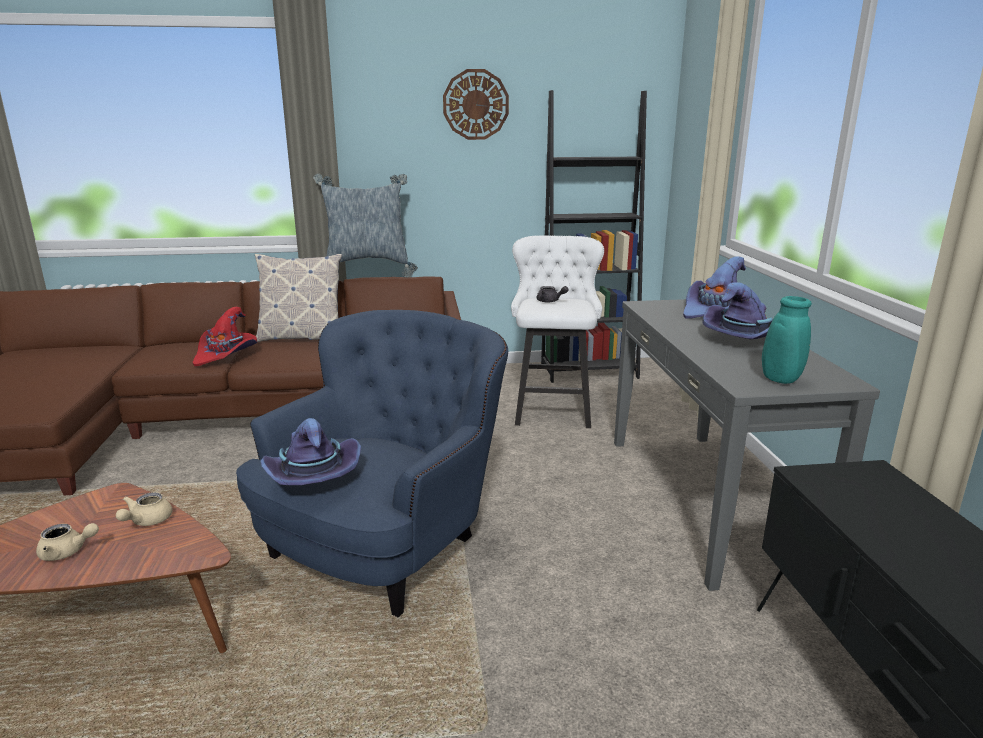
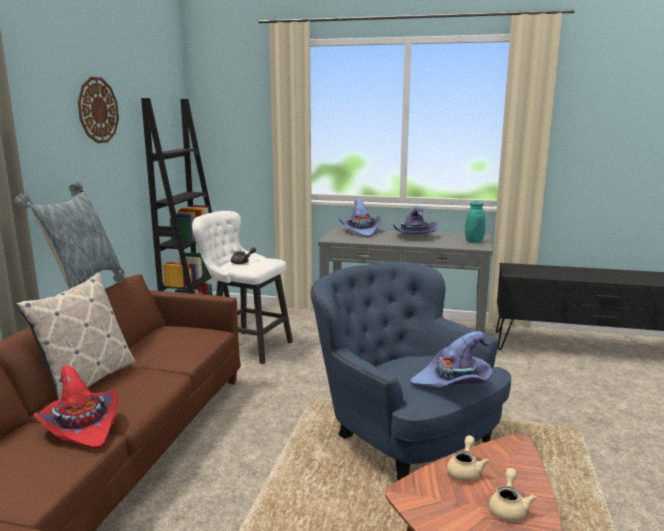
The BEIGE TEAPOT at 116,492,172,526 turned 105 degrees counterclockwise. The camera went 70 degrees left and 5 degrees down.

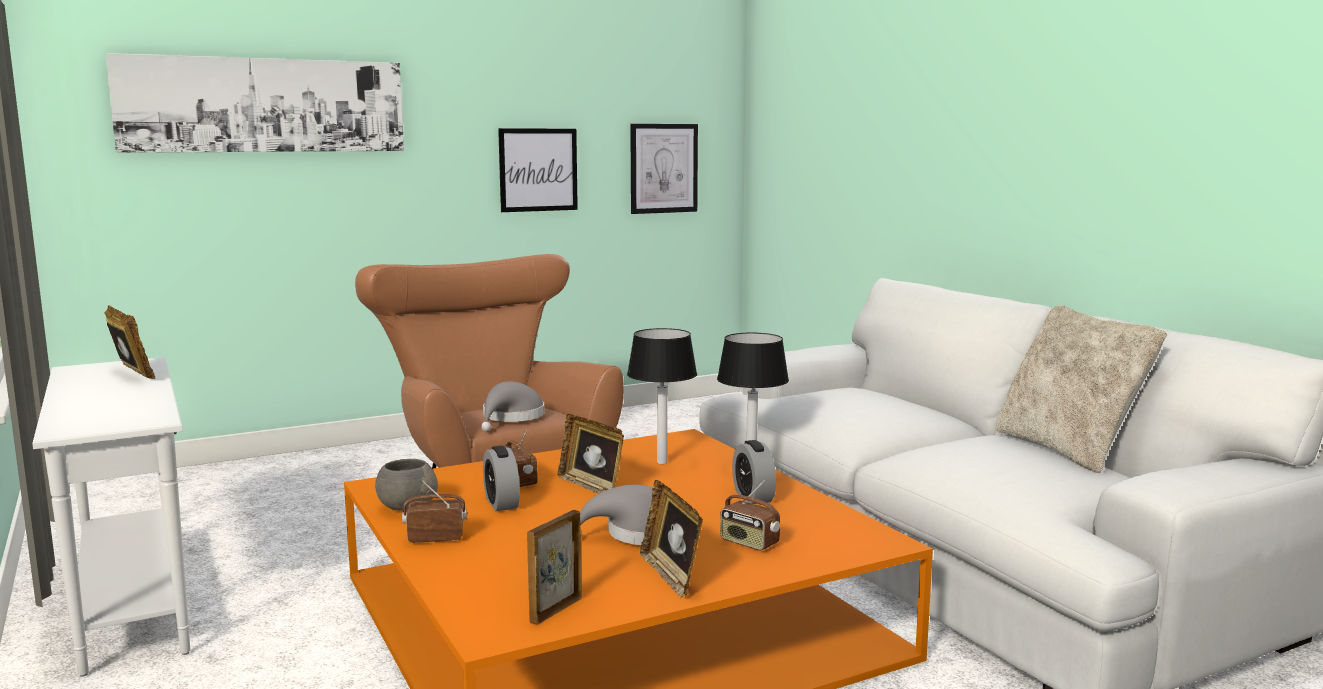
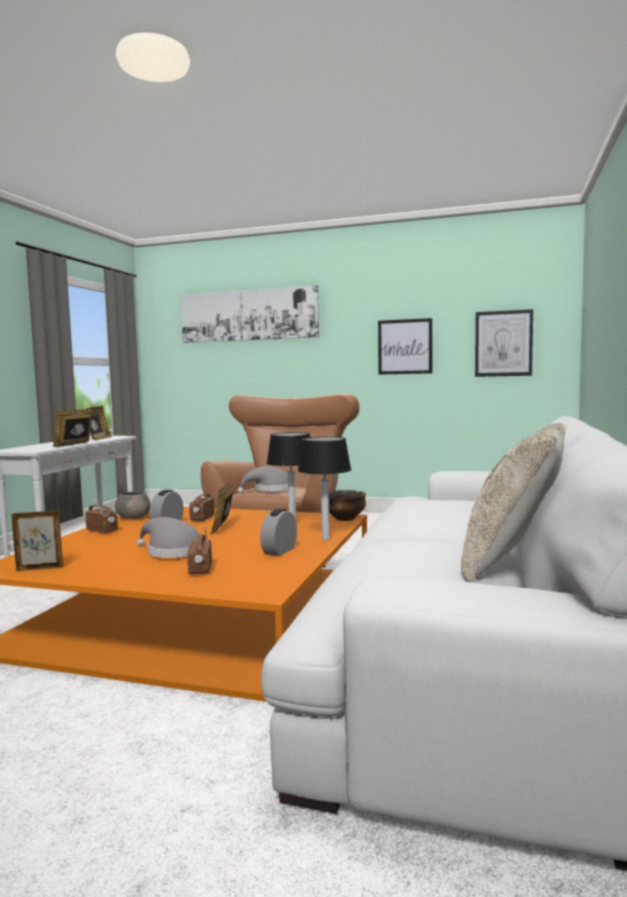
The PICTURE FRAME moved from 640,480,703,598 to 53,409,92,447. The BOWL at 329,490,366,521 appeared. The camera went 45 degrees right and 5 degrees down.

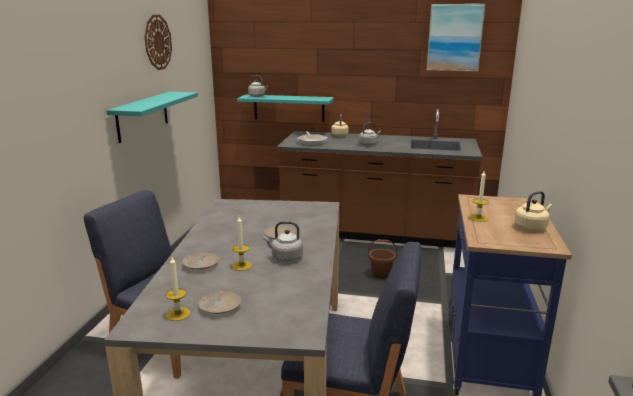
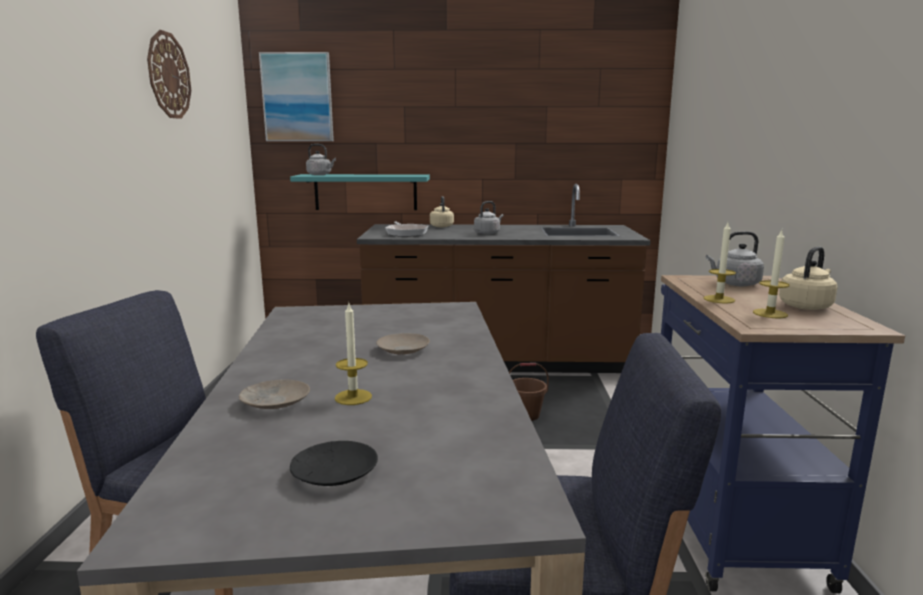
The PICTURE moved from 427,4,485,71 to 259,52,334,141. The TURQUOISE SHELF at 106,92,198,143 disappeared. The GREY KETTLE moved from 263,221,303,262 to 706,231,764,286. The CANDLE moved from 165,257,190,321 to 753,229,790,318. The BEIGE PLATE at 198,291,241,314 became the BLACK PLATE at 290,441,378,486. The camera went 10 degrees left and 5 degrees down.

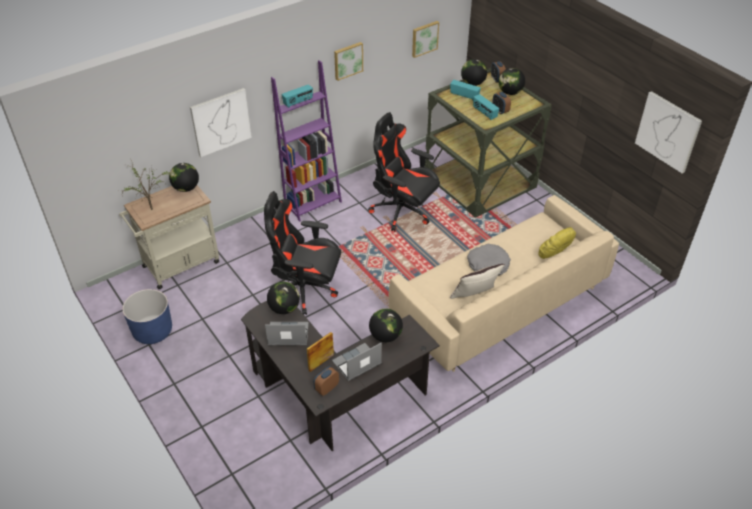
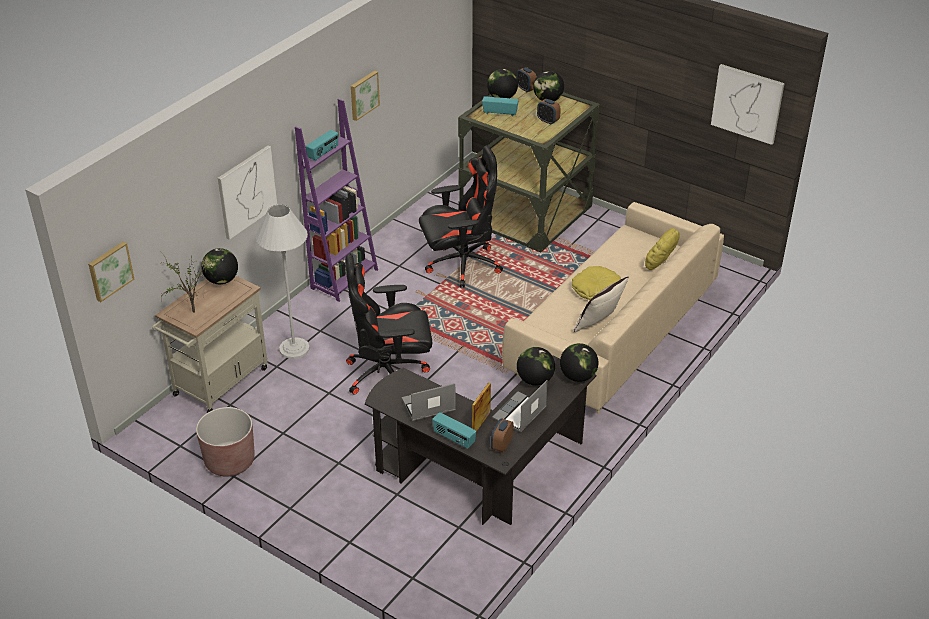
The PICTURE moved from 412,21,439,58 to 88,242,134,302. The RADIO moved from 473,94,499,120 to 432,412,476,449. The BLACK OFFICE CHAIR at 368,112,440,231 turned 150 degrees clockwise. The GREY PILLOW at 467,244,511,276 became the YELLOW PILLOW at 572,266,621,300. The GLOBE moved from 267,282,300,314 to 560,343,599,382. The BLUE PLANTER at 122,289,172,344 became the BROWN PLANTER at 196,407,255,476. The WHITE FLOOR LAMP at 256,204,310,359 appeared. The camera went 20 degrees left and 5 degrees down.

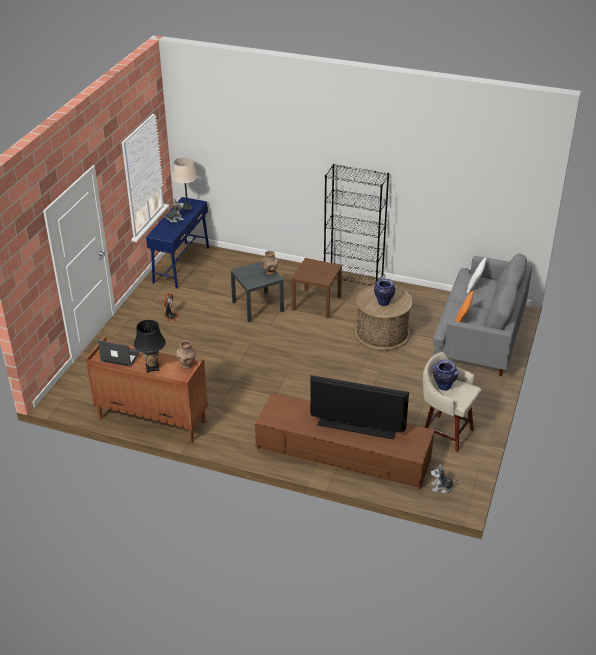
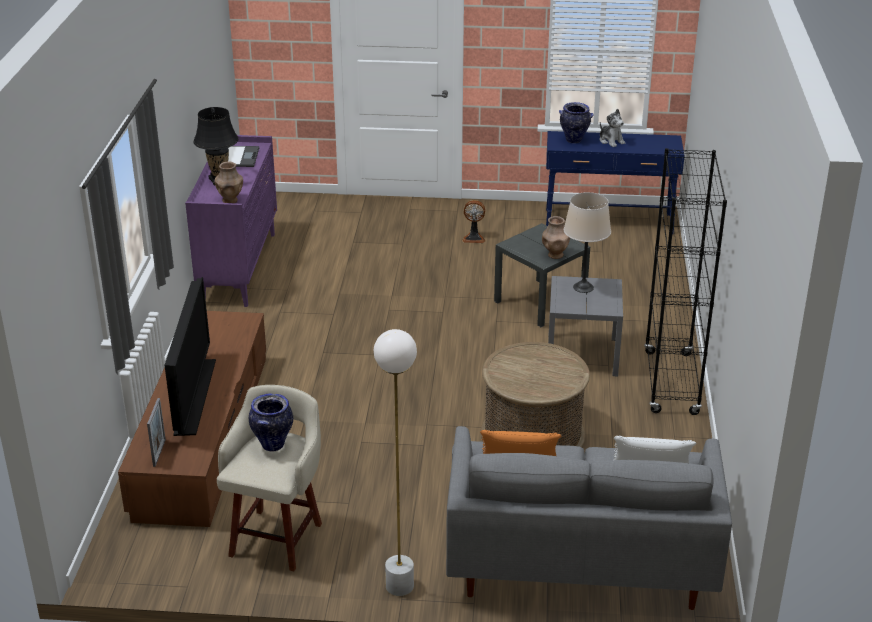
The BEIGE TABLE LAMP moved from 172,157,197,210 to 564,192,611,293. The BROWN SIDE TABLE at 292,258,342,318 became the GREY SIDE TABLE at 548,276,623,377. The VASE moved from 374,278,395,306 to 559,102,594,143. The BROWN CABINET at 85,336,208,443 became the PURPLE CABINET at 185,135,277,307. The PLUSH TOY at 431,464,458,494 disappeared. The WHITE FLOOR LAMP at 374,329,417,596 appeared. The PICTURE FRAME at 147,398,166,467 appeared. The camera went 75 degrees right and 5 degrees down.

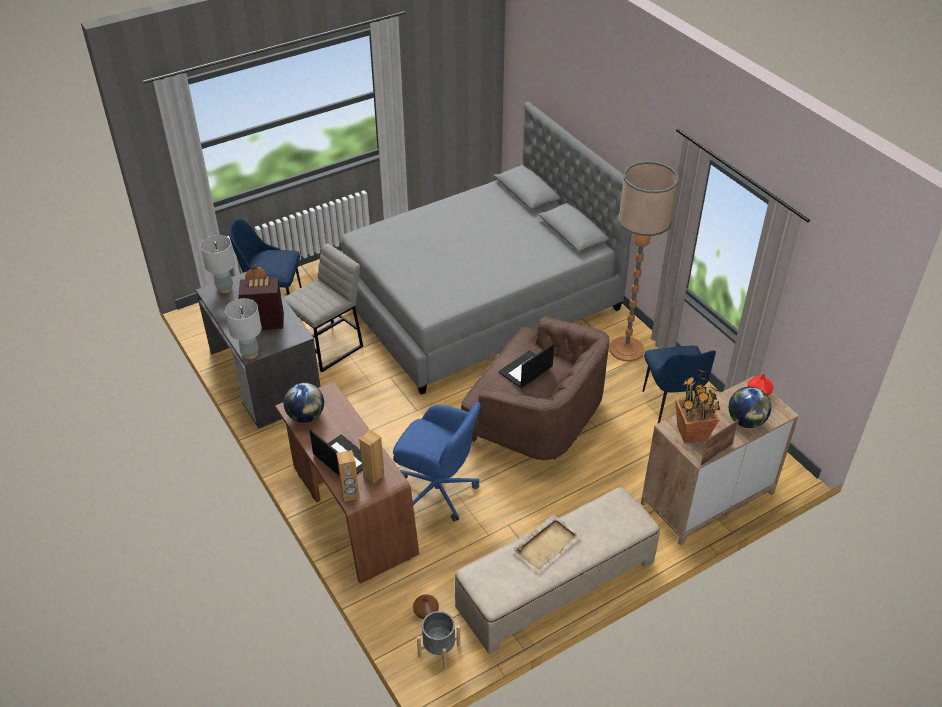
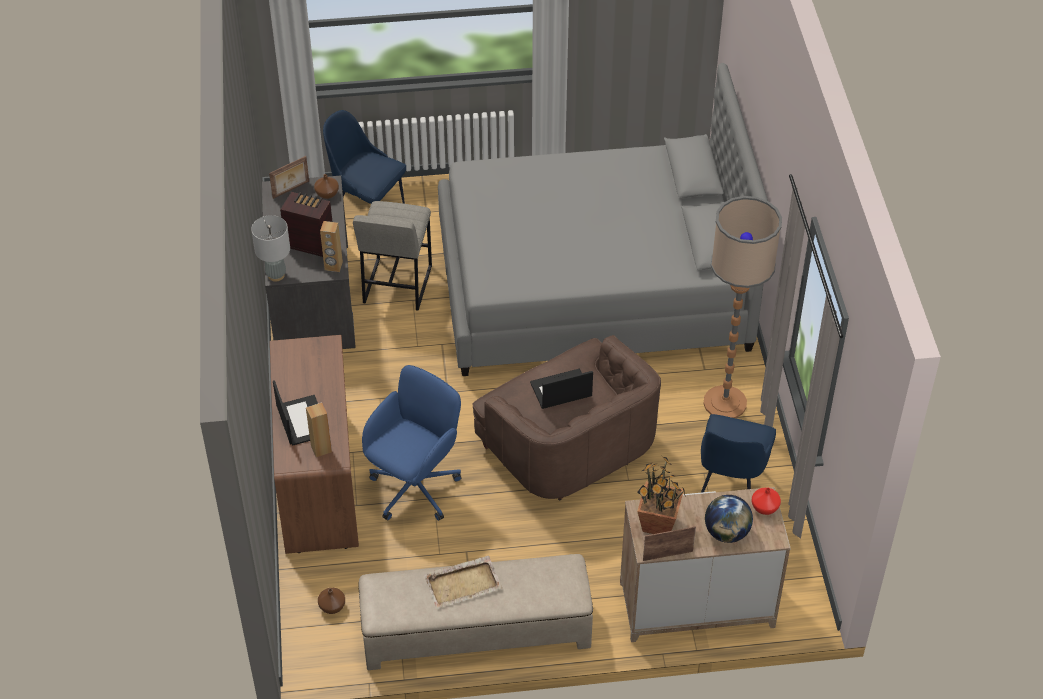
The GREY TABLE LAMP at 200,235,235,293 was replaced by the PICTURE FRAME at 269,156,309,199. The GREY CHAIR at 283,243,363,373 turned 120 degrees clockwise. The GLOBE at 284,382,324,423 disappeared. The BLUE OFFICE CHAIR at 393,402,481,521 turned 105 degrees counterclockwise. The BROWN SPEAKER moved from 336,450,360,502 to 320,221,343,272. The GREY PLANTER at 417,611,460,670 disappeared. The camera went 25 degrees right and 5 degrees up.

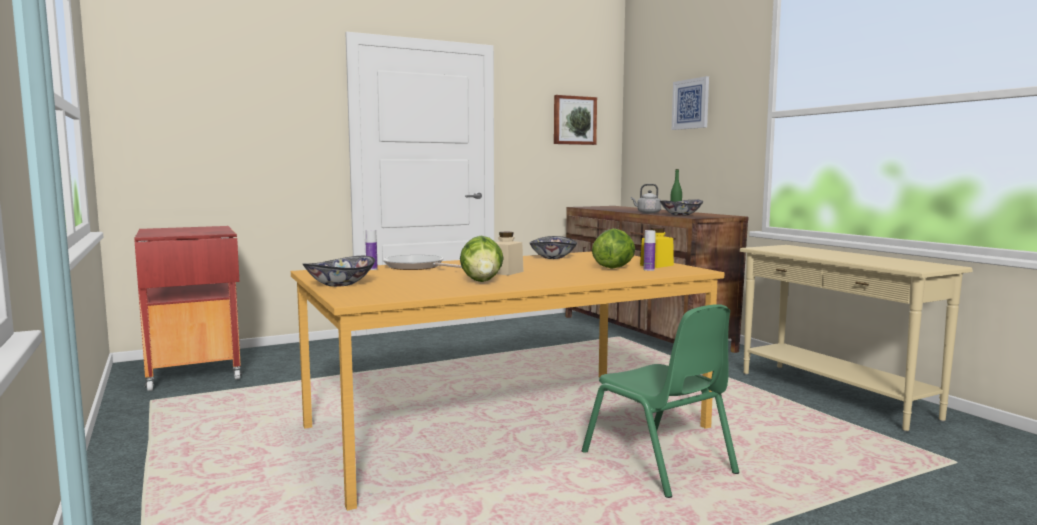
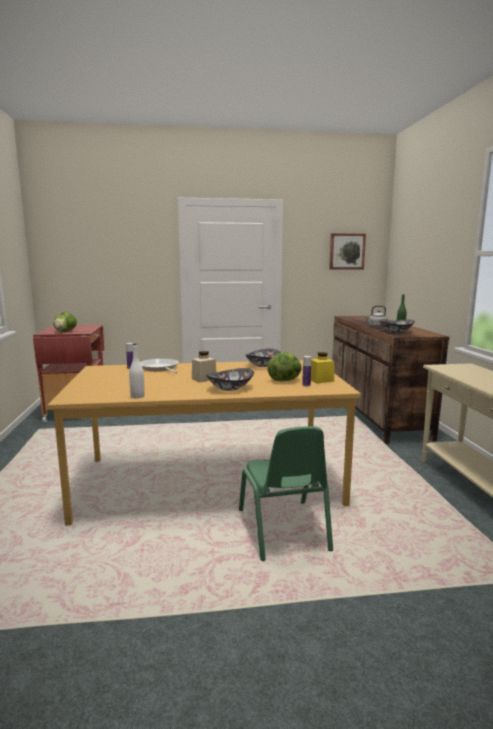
The PICTURE at 672,76,709,130 disappeared. The LETTUCE moved from 460,236,504,282 to 53,312,77,332. The BOWL moved from 303,256,375,287 to 206,368,254,391. The WHITE BOTTLE at 129,344,145,398 appeared. The camera went 20 degrees right and 5 degrees up.

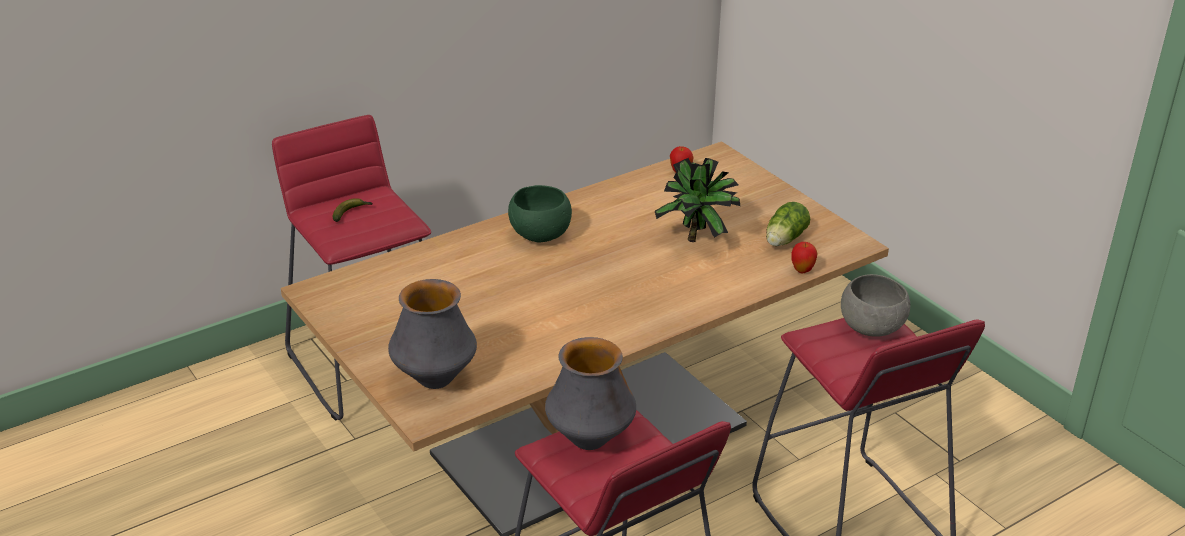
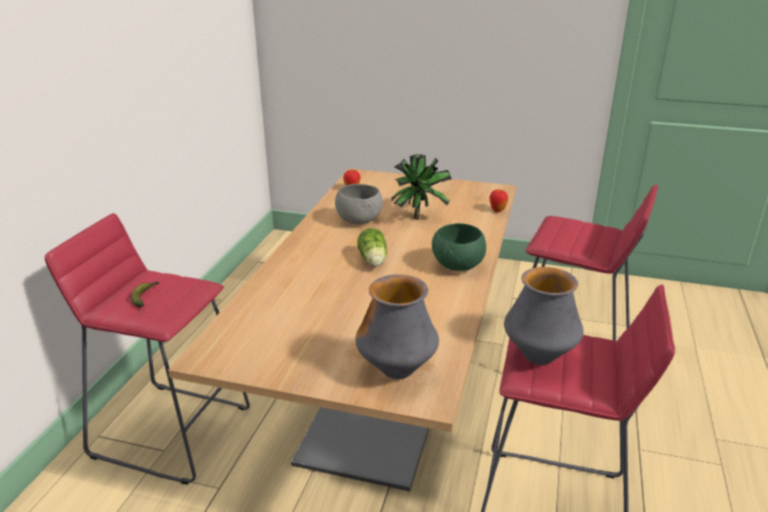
The GREEN BOWL moved from 508,185,572,243 to 432,223,486,271. The LETTUCE moved from 766,202,810,247 to 357,228,387,266. The GREY BOWL moved from 841,274,910,337 to 335,184,383,225. The camera went 40 degrees left and 5 degrees down.

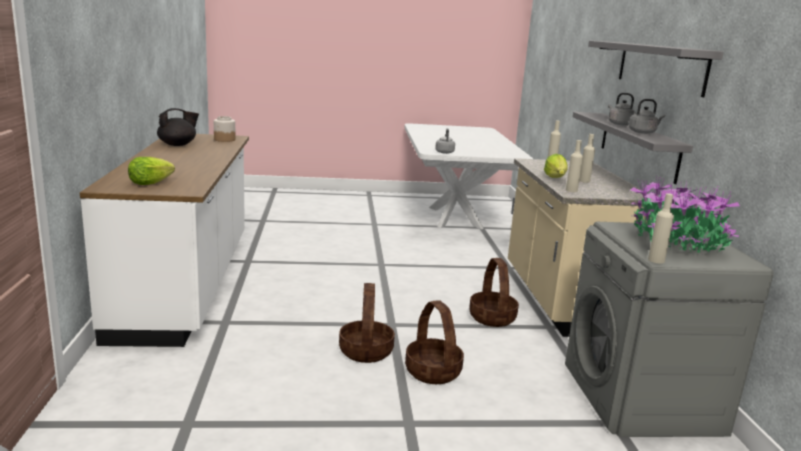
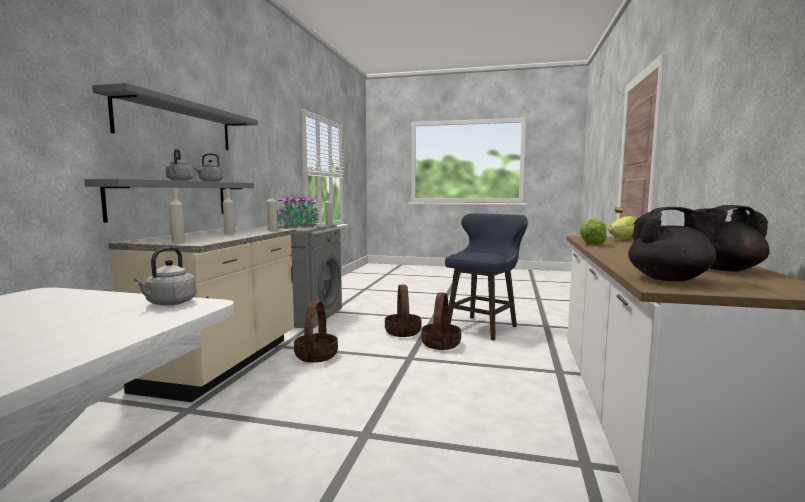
The JAR at 214,116,236,142 was replaced by the BLACK TEAPOT at 628,207,723,281. The LETTUCE moved from 544,154,568,178 to 580,219,607,245. The BLUE STOOL at 445,213,528,340 appeared. The camera went 160 degrees left and 10 degrees down.

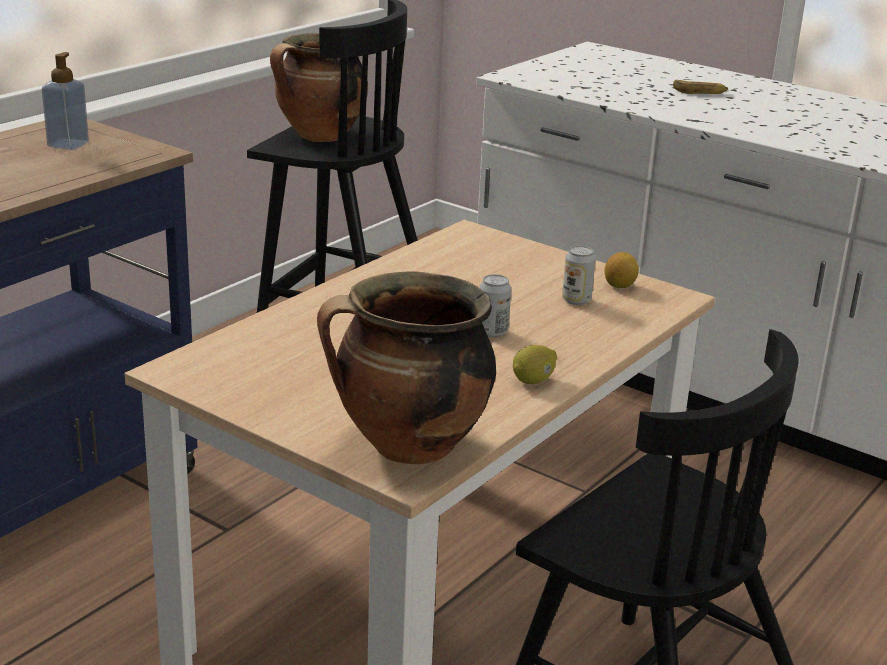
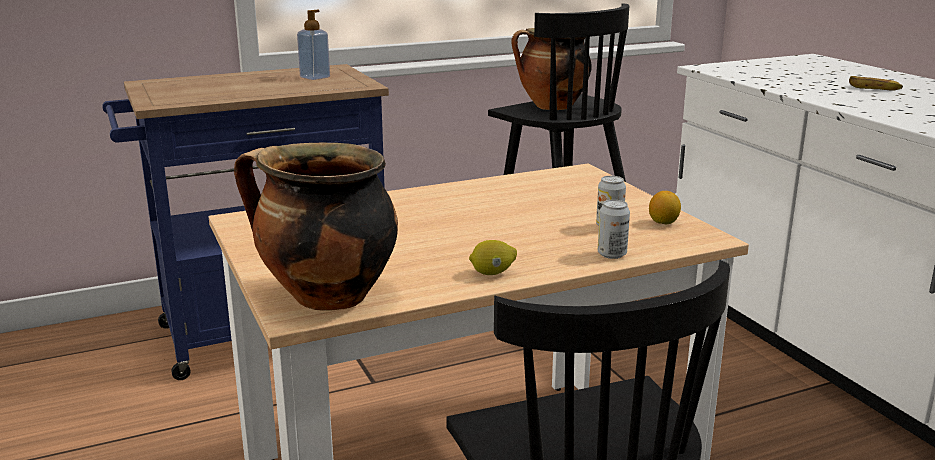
The CAN moved from 480,274,511,337 to 598,200,630,259. The camera went 30 degrees right and 5 degrees down.

